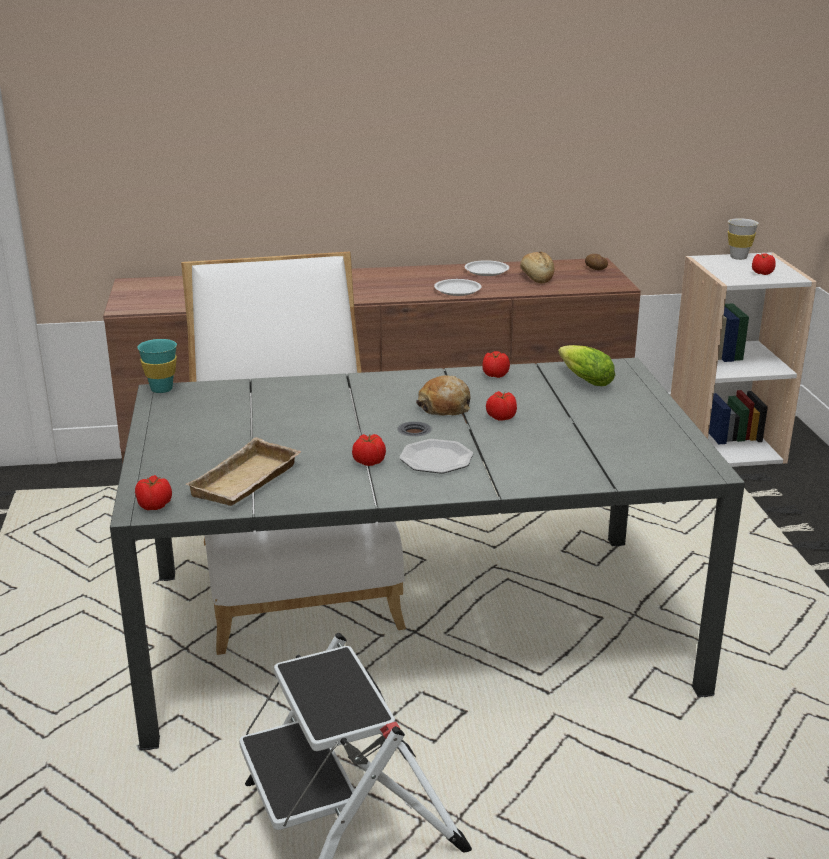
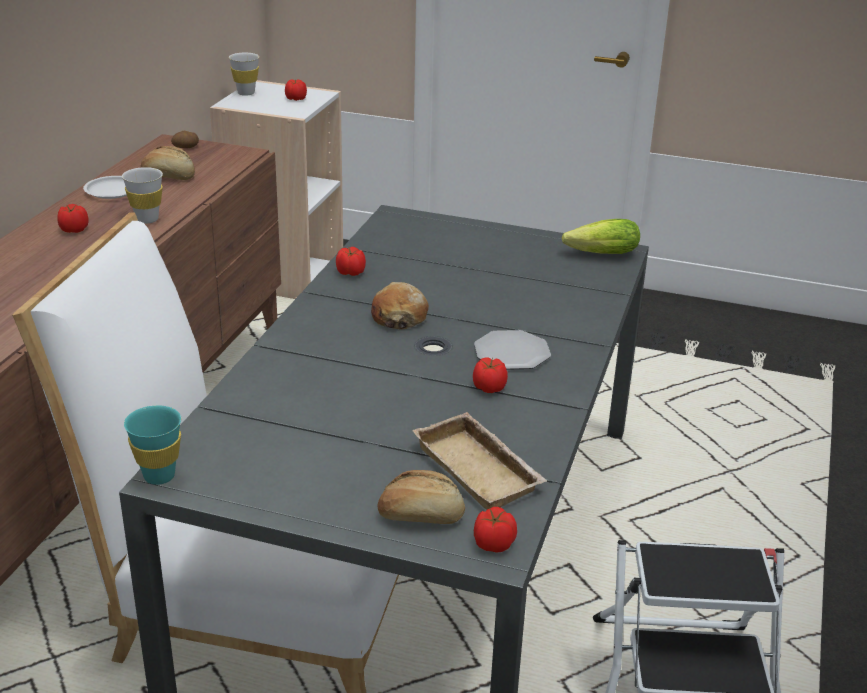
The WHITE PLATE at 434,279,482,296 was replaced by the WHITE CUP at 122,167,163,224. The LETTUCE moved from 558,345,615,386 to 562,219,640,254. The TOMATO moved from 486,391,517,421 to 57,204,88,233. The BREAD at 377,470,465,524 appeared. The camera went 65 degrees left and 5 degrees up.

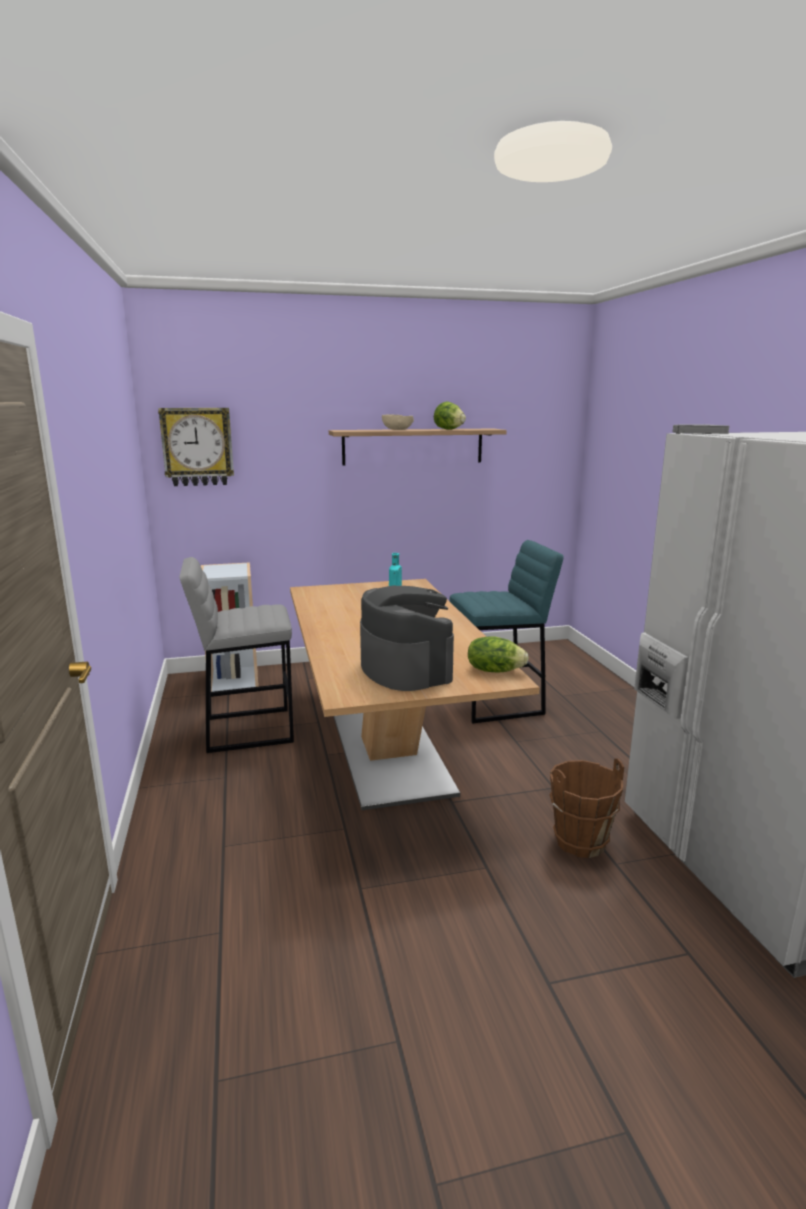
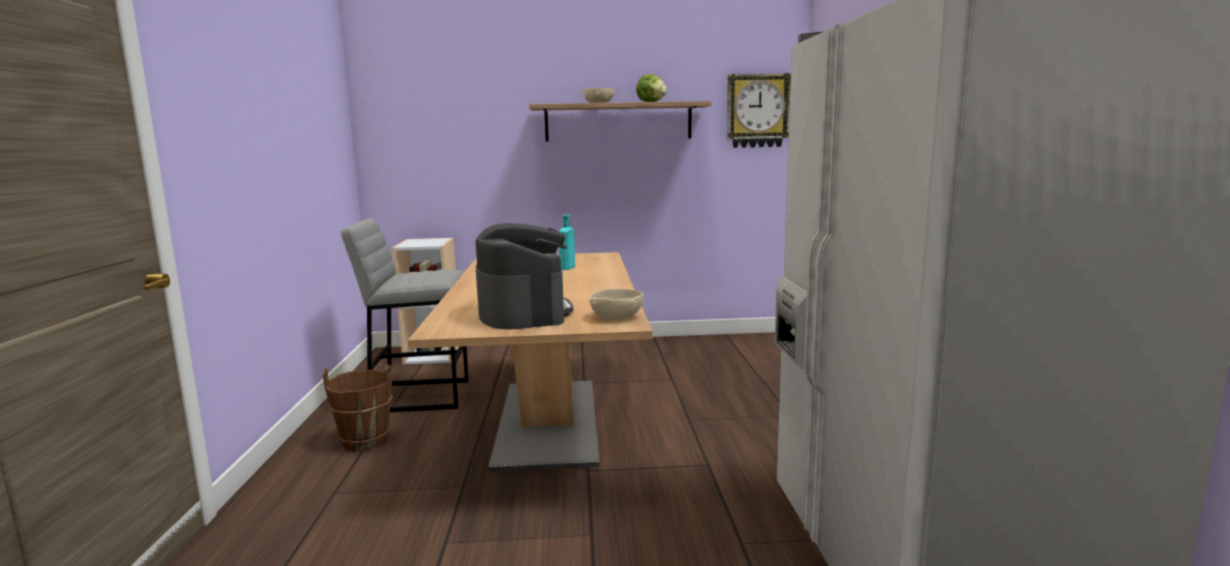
The WALL CLOCK moved from 158,408,234,486 to 727,73,791,148. The TURQUOISE STOOL at 449,540,564,723 disappeared. The LETTUCE at 468,636,529,672 was replaced by the BEIGE BOWL at 589,289,643,320. The BROWN BUCKET moved from 550,758,624,858 to 323,364,393,452. The camera went 10 degrees right and 5 degrees down.

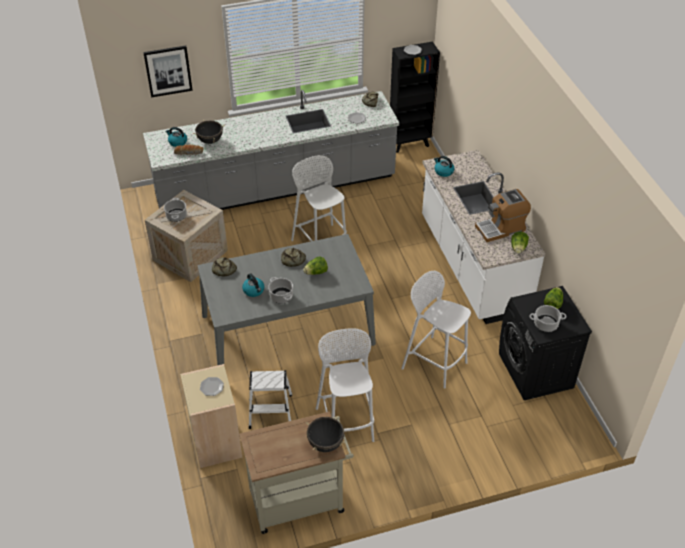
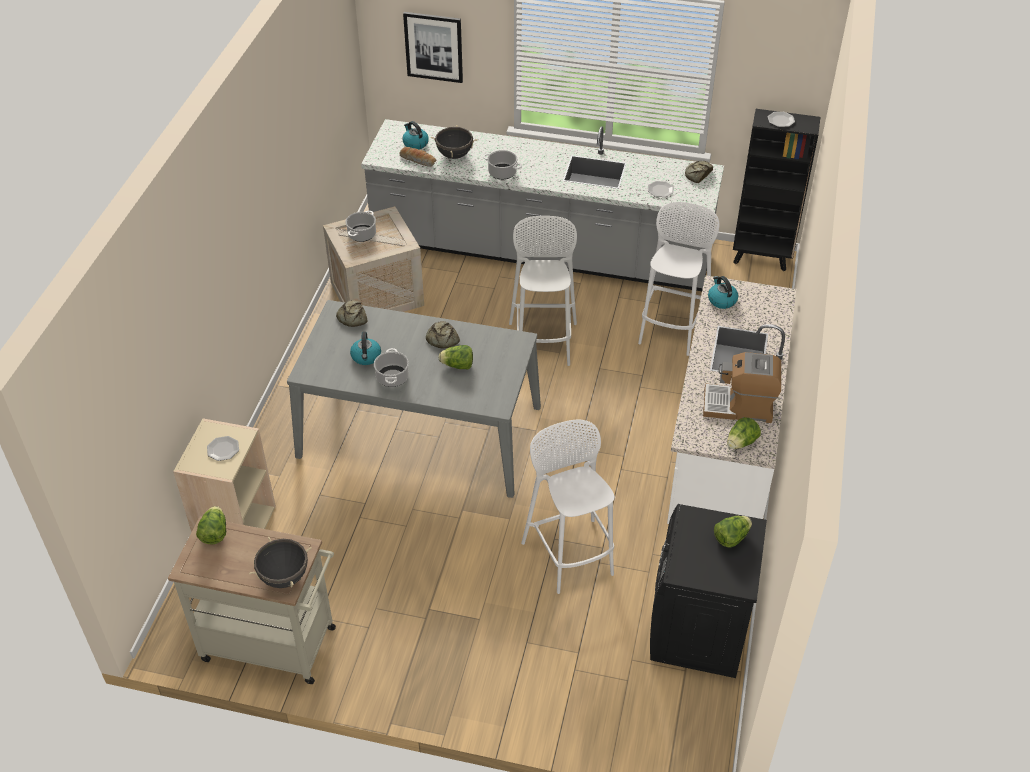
The COOKING POT moved from 530,305,566,332 to 483,150,522,180. The WHITE STOOL moved from 316,328,374,442 to 638,202,719,356. The WHITE STEP LADDER at 249,370,292,429 disappeared. The LETTUCE at 196,506,226,545 appeared. The camera went 30 degrees right and 0 degrees up.

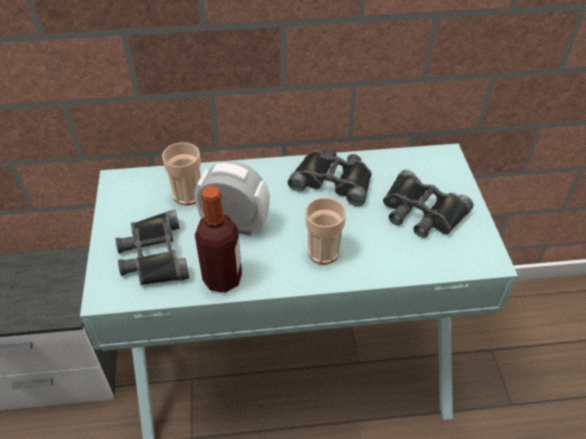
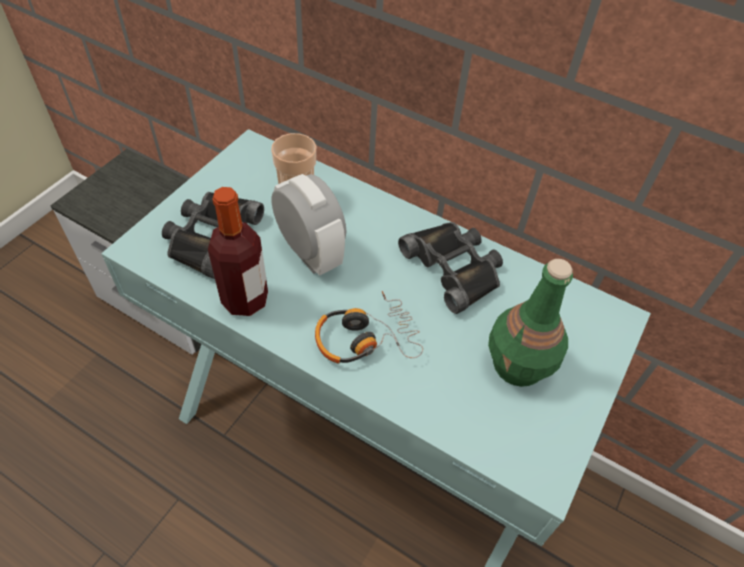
The BLACK BINOCULARS at 383,170,474,238 was replaced by the GREEN BOTTLE at 488,259,573,387. The CUP at 305,198,346,264 was replaced by the HEADPHONES at 315,291,423,363. The camera went 35 degrees right and 5 degrees up.

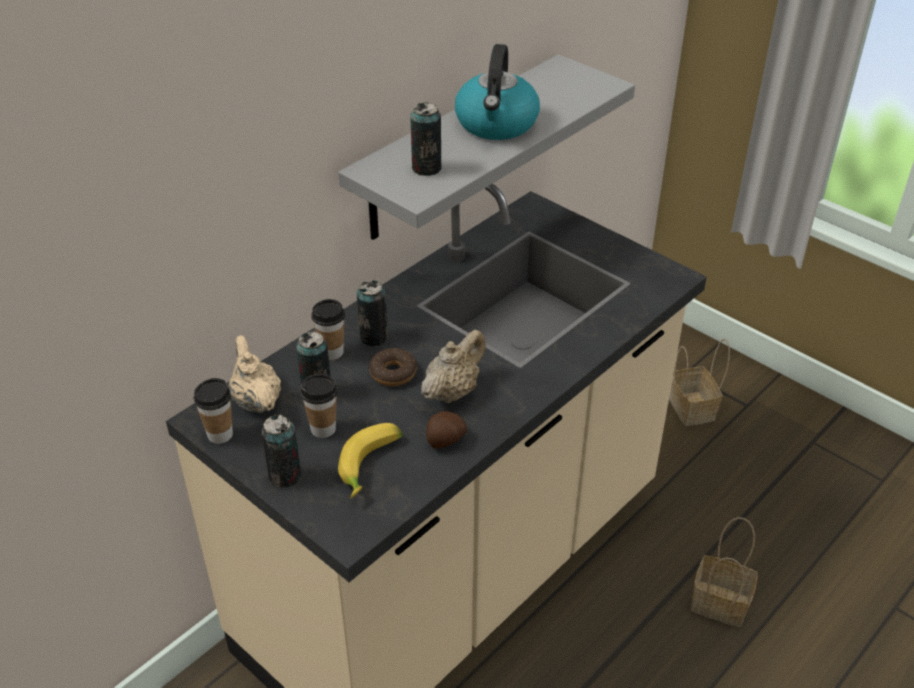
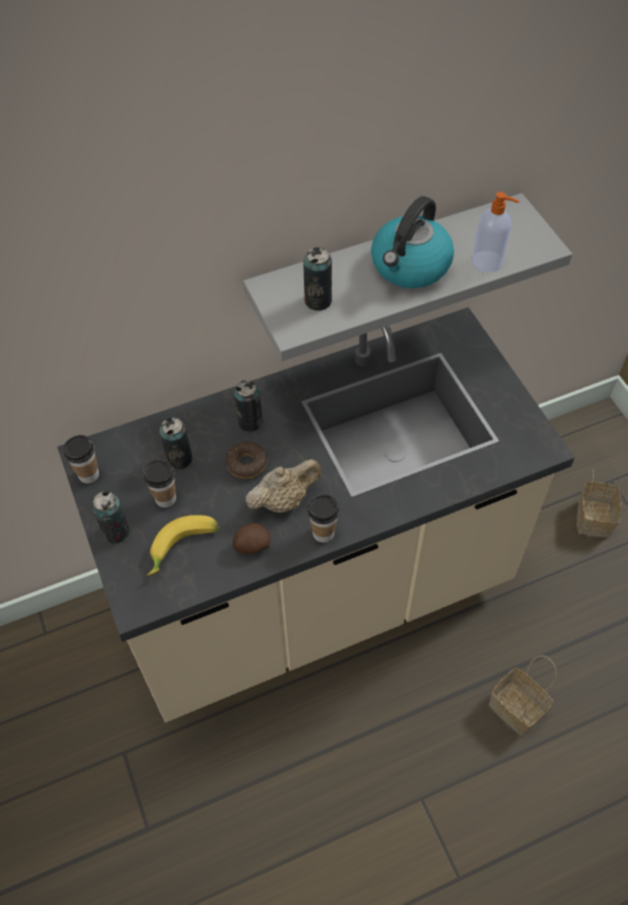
The CUP moved from 311,299,345,360 to 307,494,339,543. The BEIGE TEAPOT at 229,335,281,413 disappeared. The SOAP DISPENSER at 472,192,519,272 appeared. The camera went 25 degrees right and 15 degrees up.

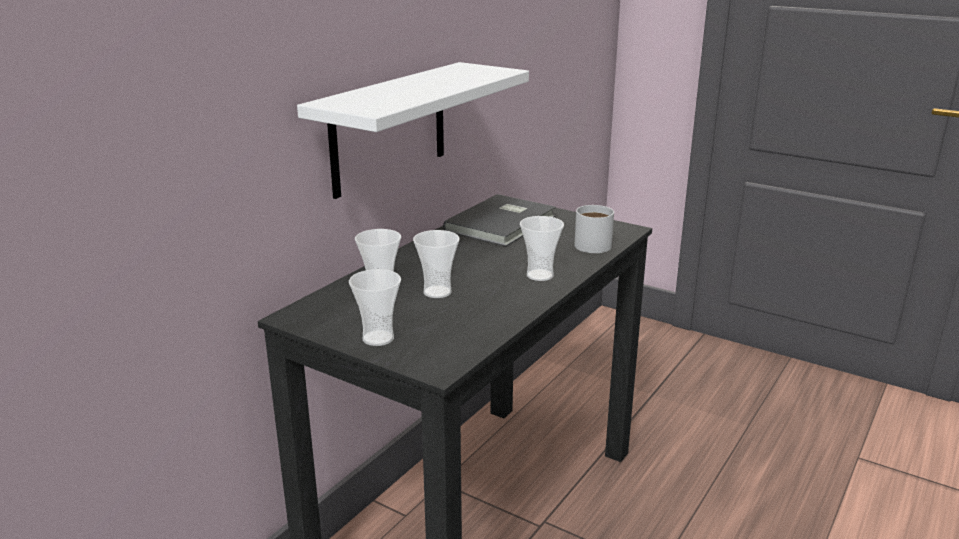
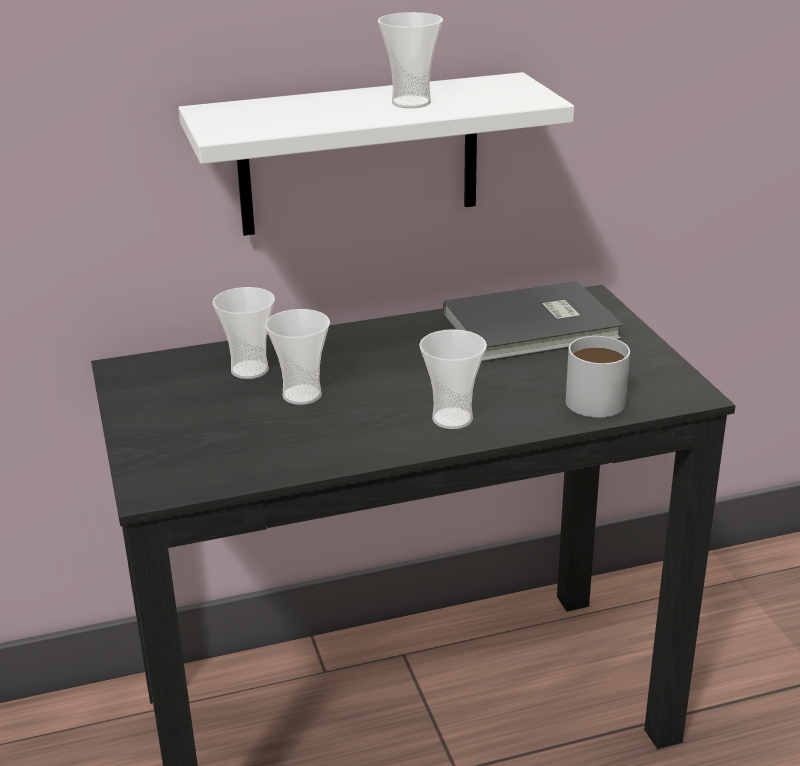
The CUP moved from 349,269,401,346 to 378,12,443,108. The camera went 40 degrees right and 5 degrees up.

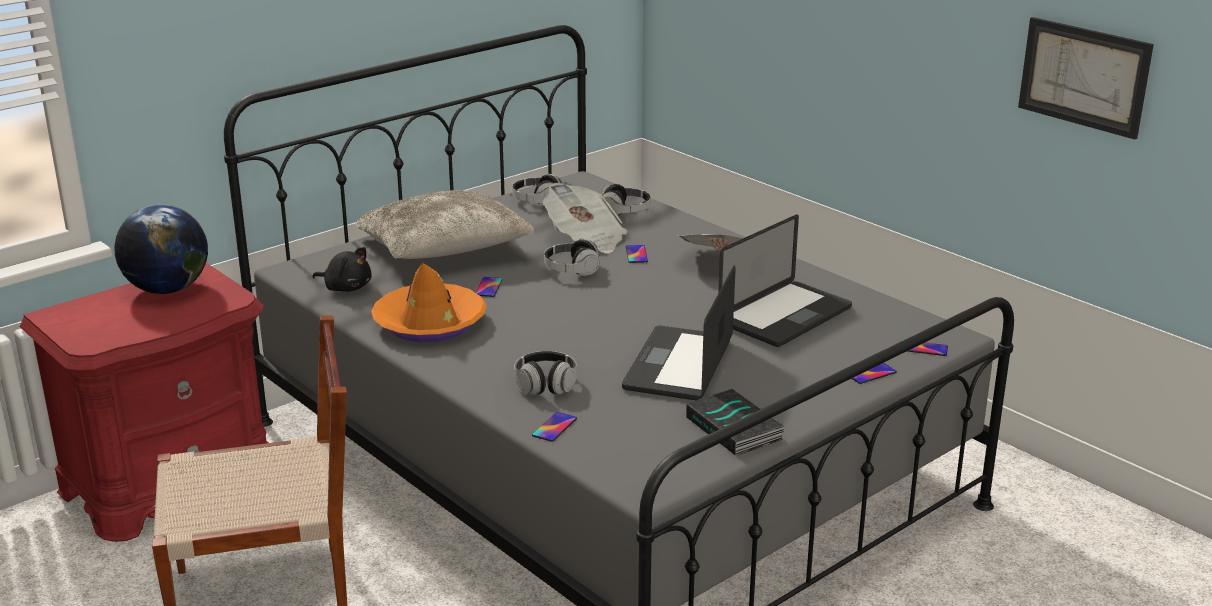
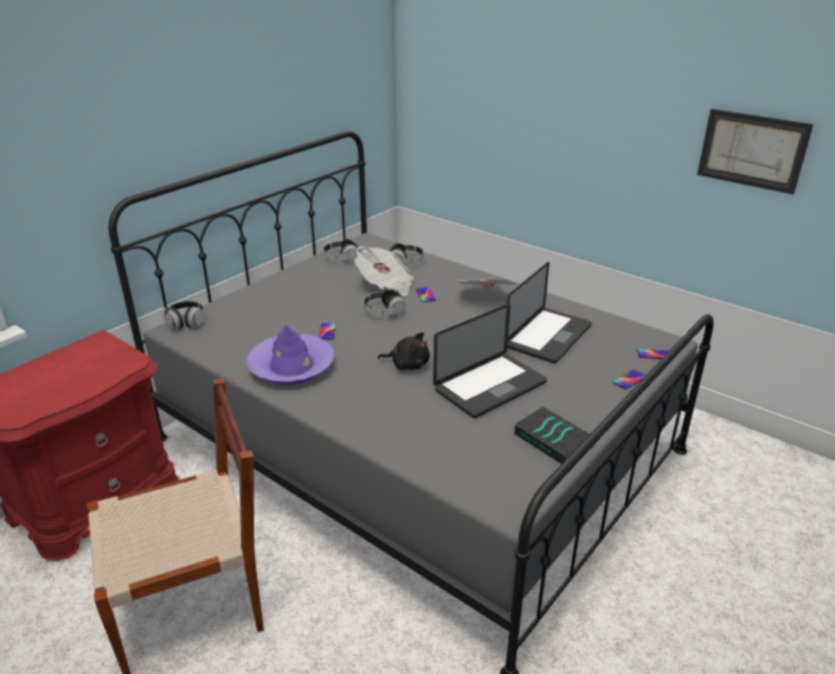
The BEIGE PILLOW at 356,190,534,259 disappeared. The GLOBE at 114,204,208,294 disappeared. The BLACK PLUSH TOY moved from 312,247,372,292 to 378,332,430,370. The ORANGE HAT at 371,263,487,342 became the PURPLE HAT at 246,325,334,385. The LAPTOP at 622,265,736,400 turned 135 degrees counterclockwise. The HEADPHONES moved from 514,351,577,395 to 163,301,206,330. The PHONE at 532,412,577,442 disappeared. The camera went 10 degrees left and 5 degrees up.

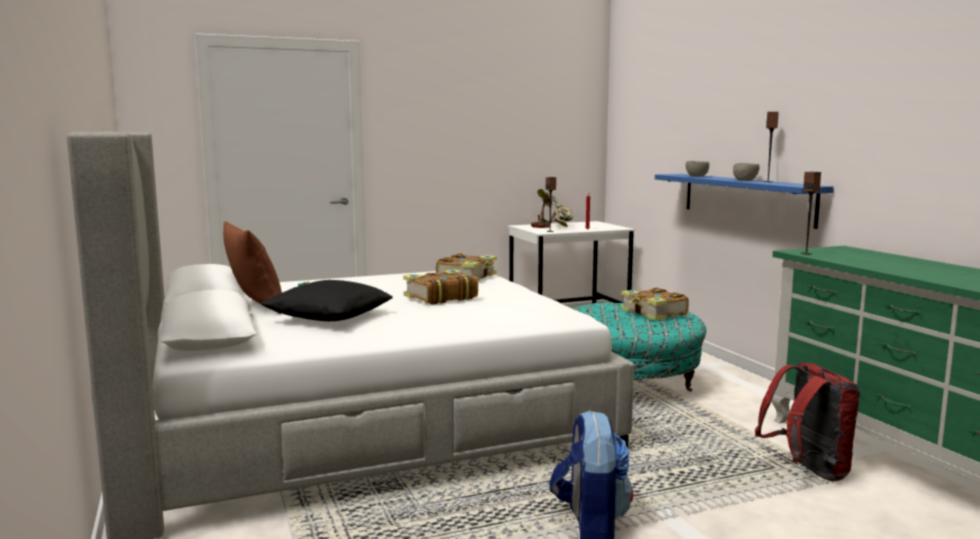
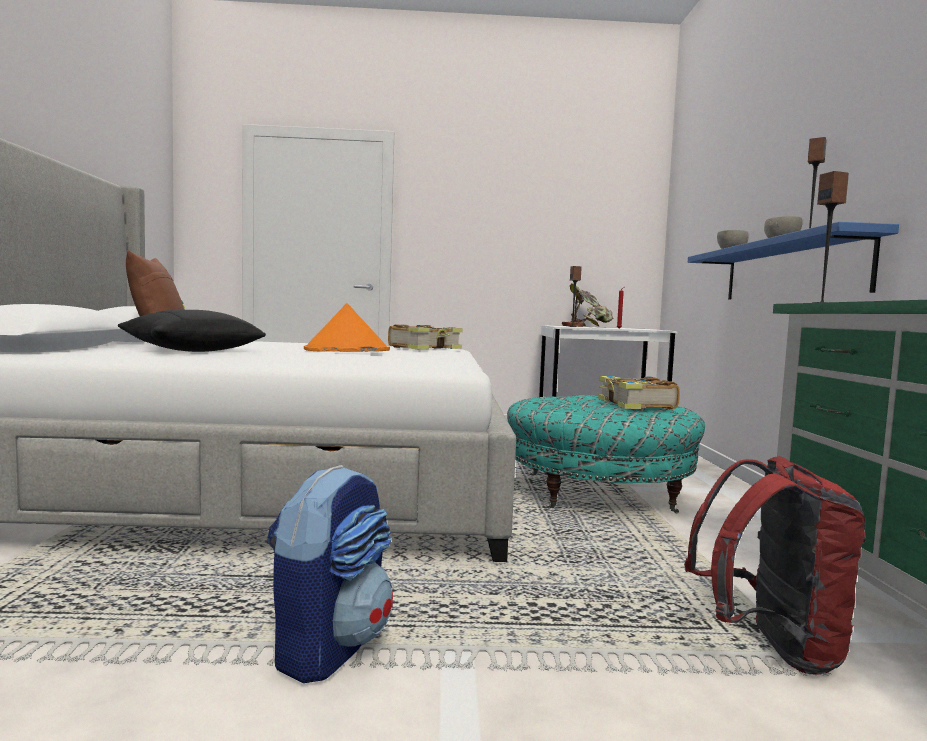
The BOOK at 403,269,478,305 was replaced by the ORANGE HAT at 304,303,390,352. The camera went 20 degrees right and 5 degrees down.

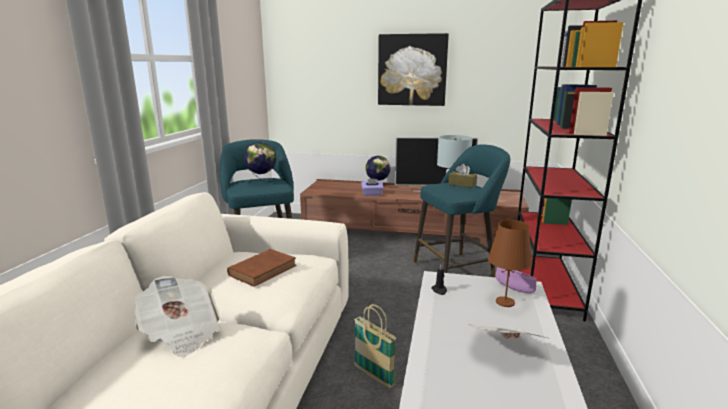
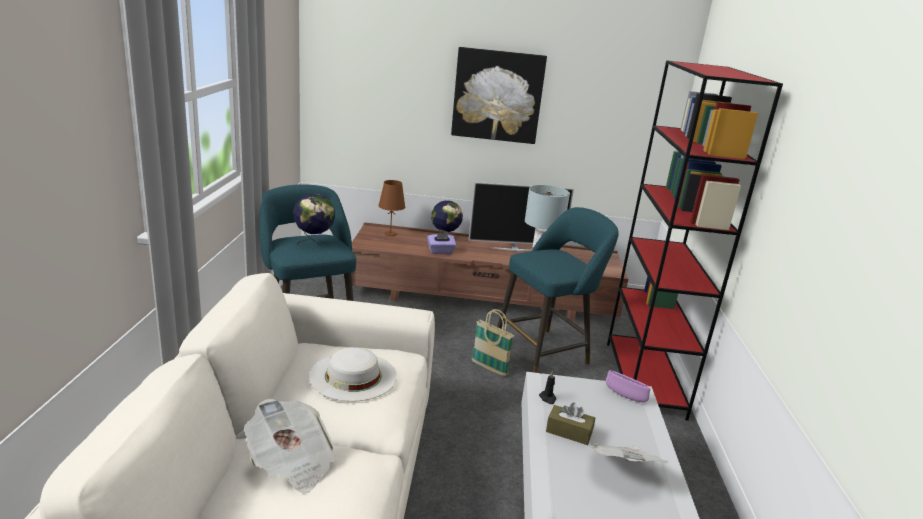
The BROWN TISSUE BOX moved from 448,164,477,188 to 546,403,595,445. The BROWN TABLE LAMP moved from 488,220,532,307 to 378,180,405,236. The BROWN BOOK at 227,249,296,287 was replaced by the WHITE HAT at 309,347,397,402. The BASKET moved from 354,304,396,388 to 472,309,514,376. The camera went 10 degrees left and 5 degrees up.

